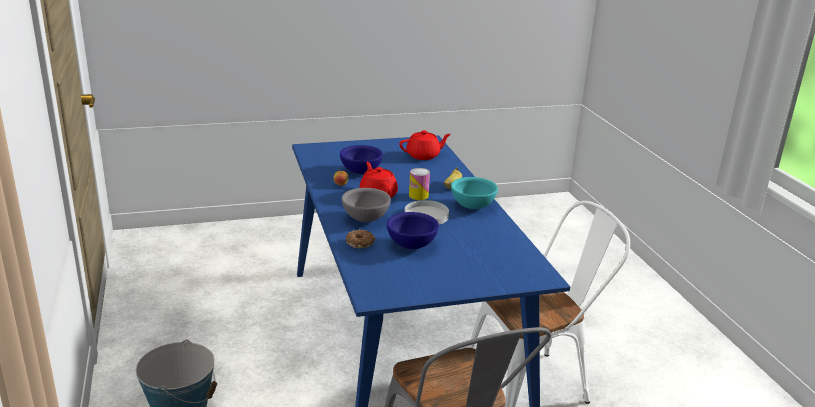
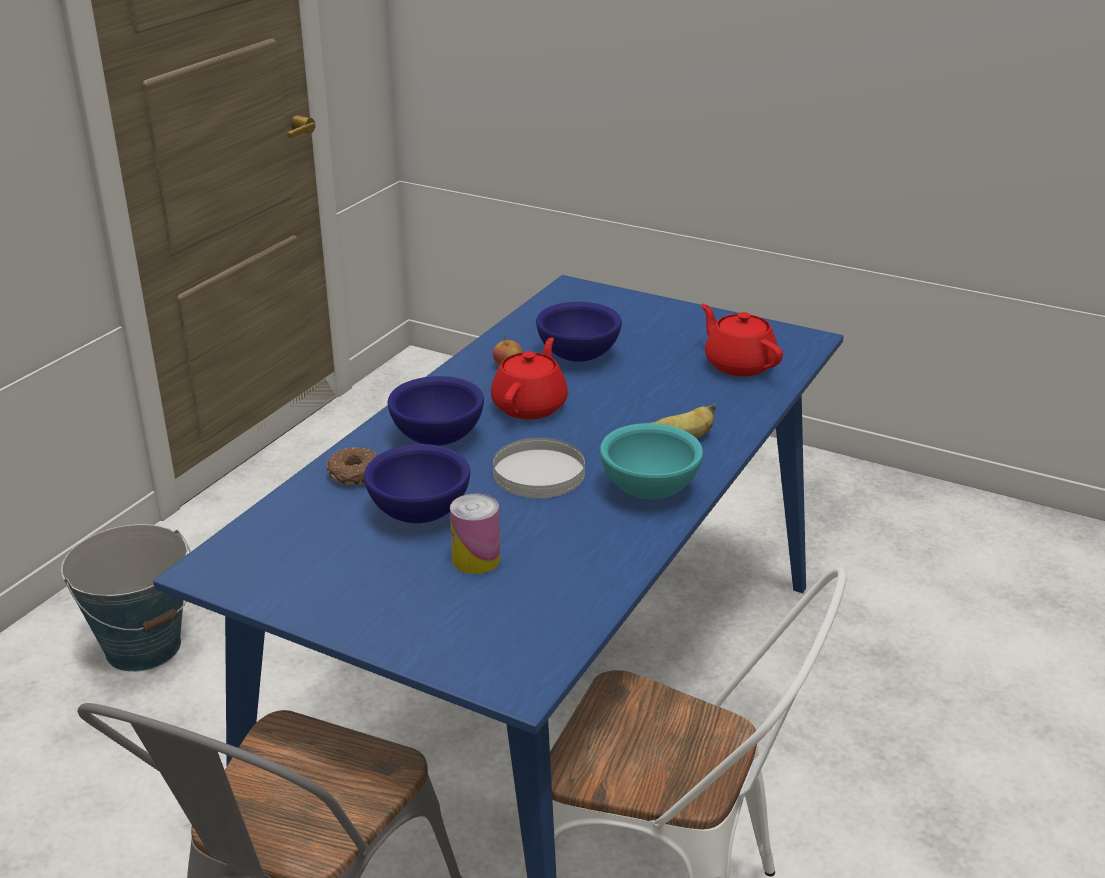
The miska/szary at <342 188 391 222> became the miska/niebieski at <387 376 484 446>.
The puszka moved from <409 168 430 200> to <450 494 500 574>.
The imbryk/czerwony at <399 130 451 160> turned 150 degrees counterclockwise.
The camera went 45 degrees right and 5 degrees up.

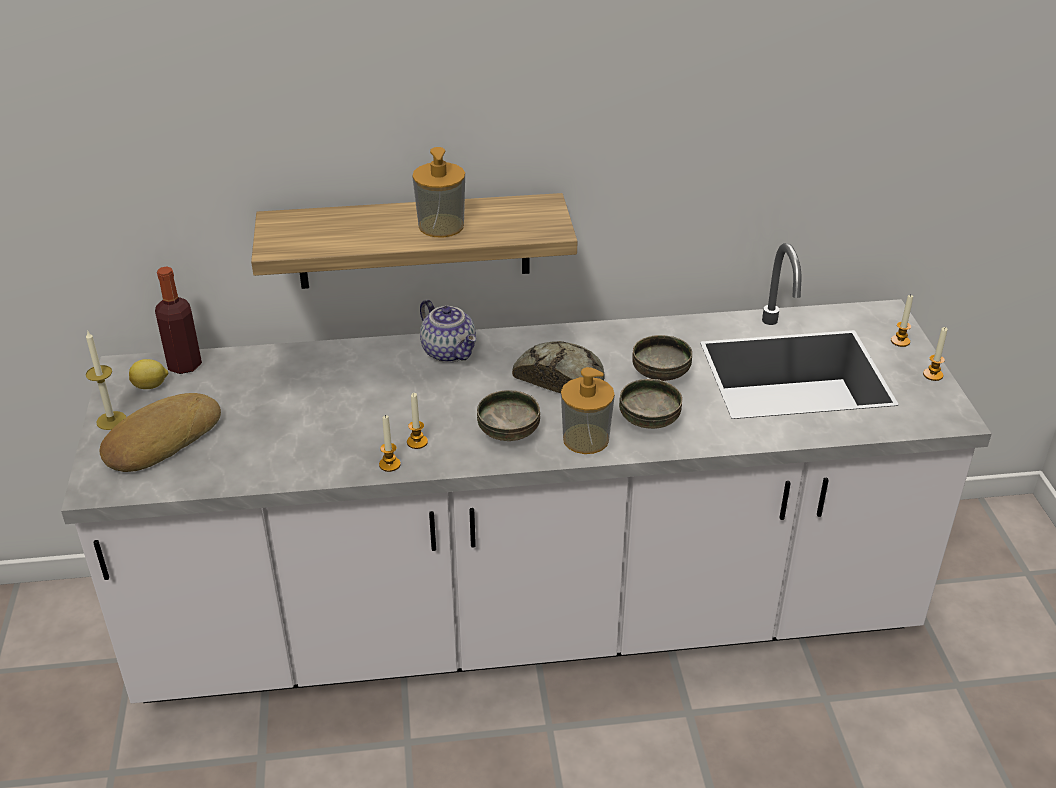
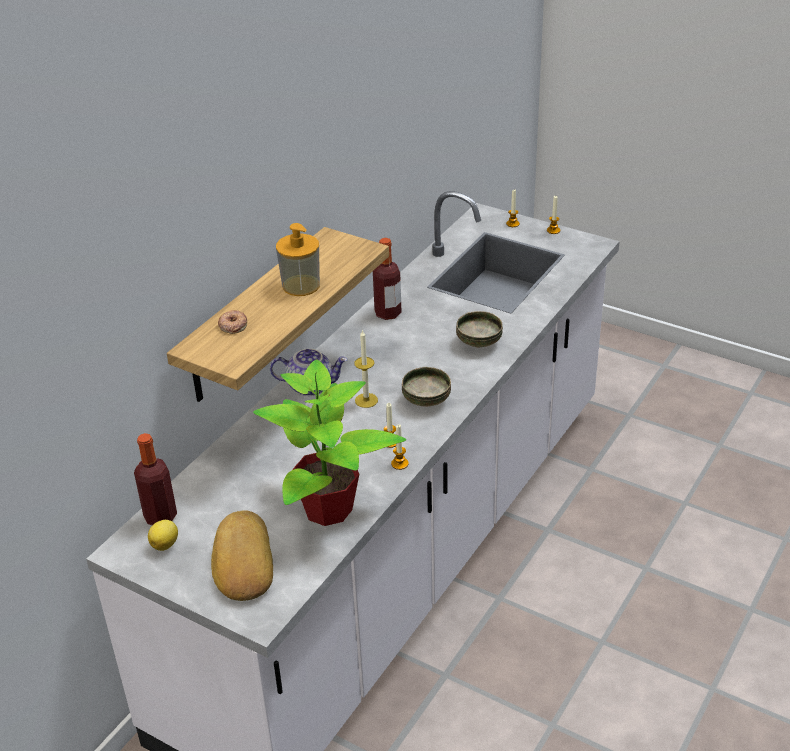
The donut at <218 310 247 334> appeared.
The roślina doniczkowa at <253 359 406 526> appeared.
The świeca moved from <86 330 126 430> to <354 329 378 408>.
The butelka at <373 238 402 320> appeared.
The chleb at <512 341 604 393> disappeared.
The dozownik mydła at <561 367 615 454> disappeared.
The miska at <632 335 692 381> disappeared.
The camera went 50 degrees left and 0 degrees up.

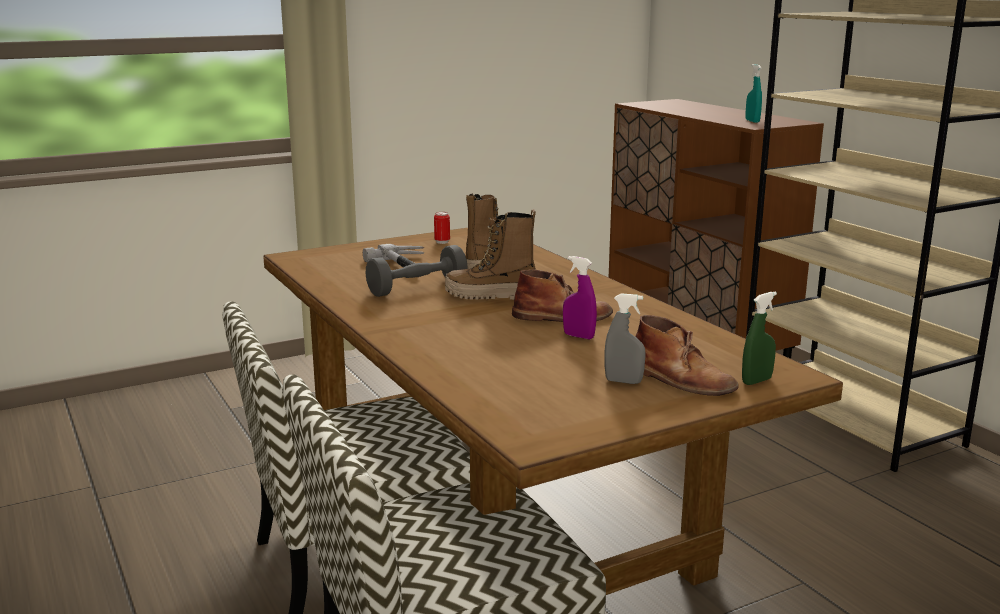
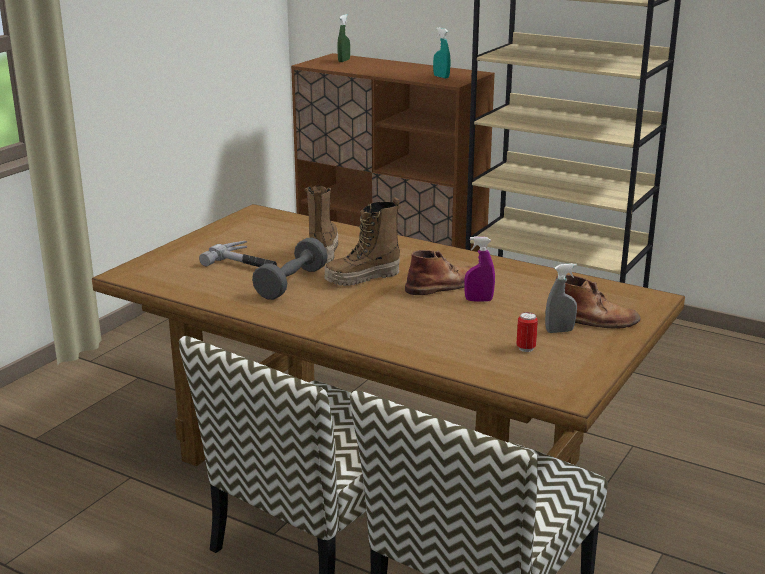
The spryskiwacz/zielony moved from <742 292 777 385> to <337 14 350 62>.
The puszka moved from <434 212 450 244> to <517 312 538 352>.
The camera went 30 degrees left and 5 degrees up.

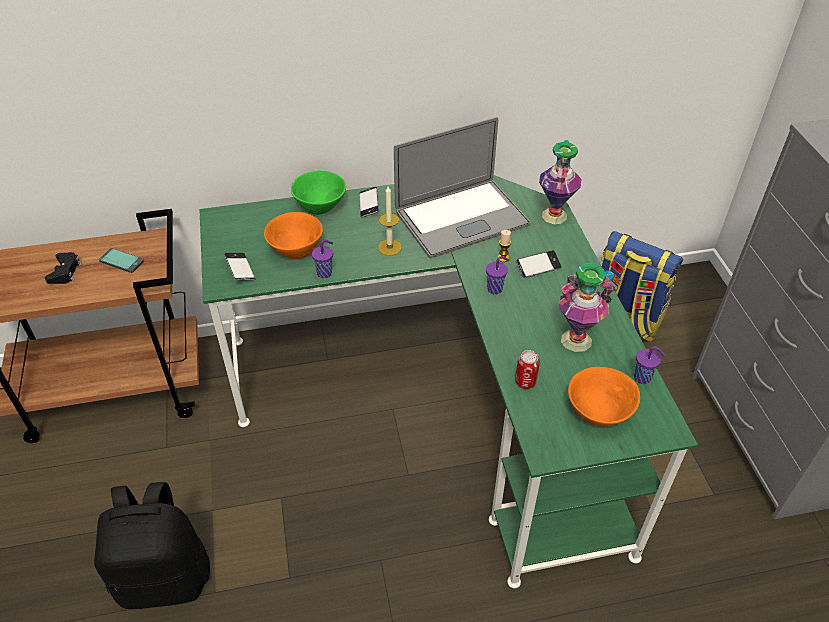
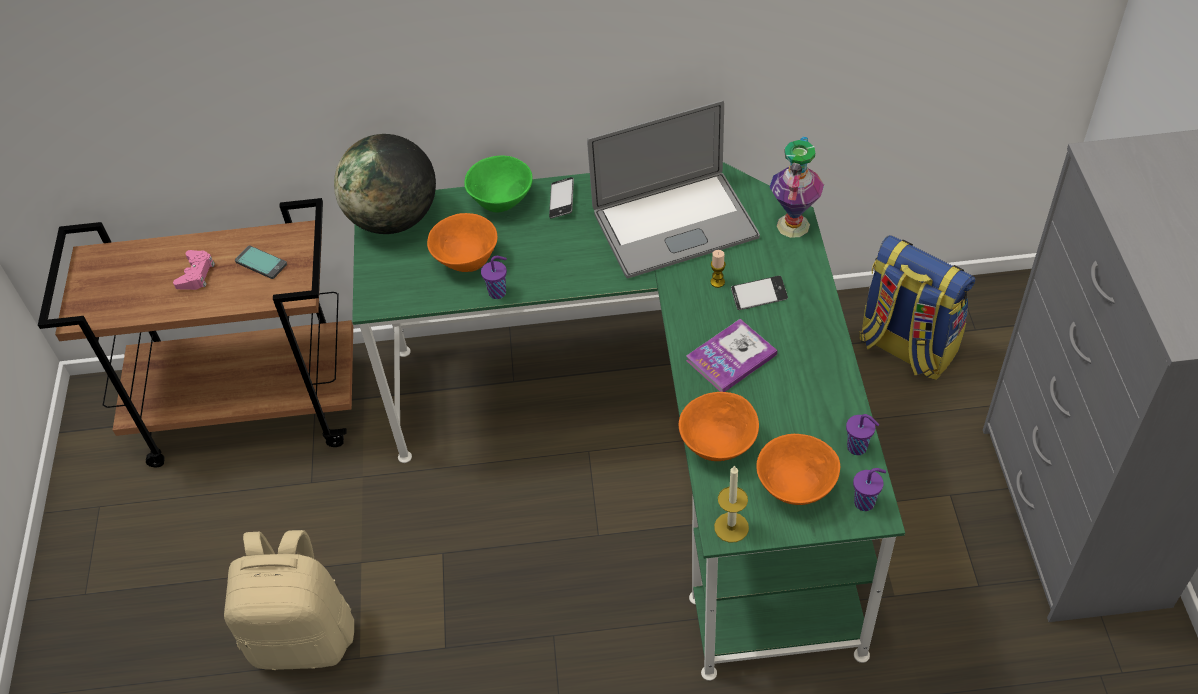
The pad do gier/czarny at <45 252 81 284> became the pad do gier/różowy at <173 250 215 290>.
The plecak/czarny at <94 482 210 609> became the plecak/beżowy at <224 530 354 670>.
The globus at <334 134 436 234> appeared.
The puszka at <515 350 540 389> was replaced by the miska/pomarańczowy at <679 392 759 461>.
The książka at <686 319 777 392> appeared.
The świeca moved from <378 186 402 256> to <714 465 749 542>.
The filiżanka/fioletowy moved from <486 256 509 295> to <853 468 886 511>.
The telefon at <224 253 256 281> disappeared.
The wazon at <559 263 615 352> disappeared.
The camera went 10 degrees right and 5 degrees up.

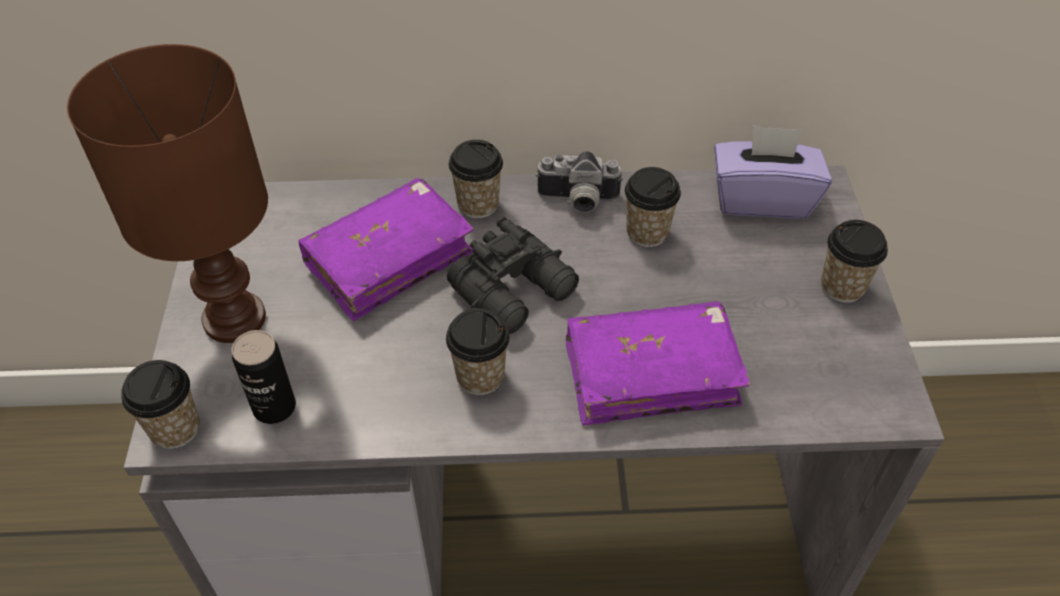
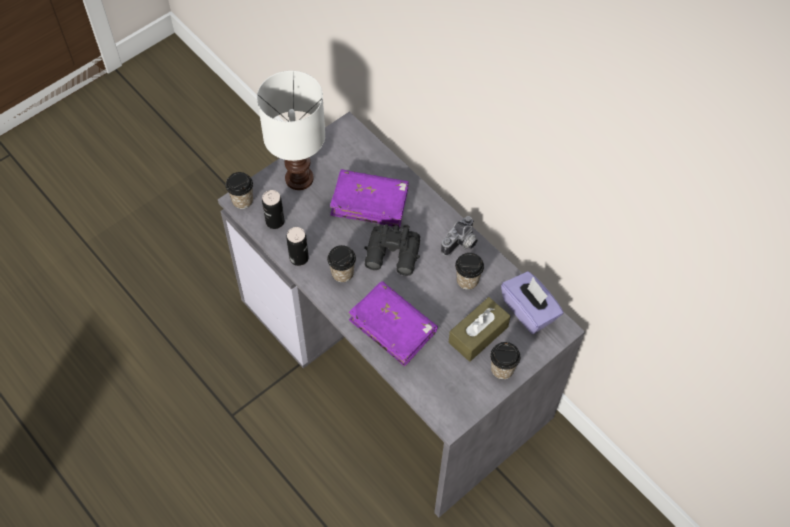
The lampa stołowa/brązowy at <67 44 268 343> became the lampa stołowa/biały at <257 71 326 190>.
The puszka at <286 227 309 266> appeared.
The aparat fotograficzny at <536 151 623 213> turned 105 degrees counterclockwise.
The pudełko chusteczek/brązowy at <449 297 511 362> appeared.
The filiżanka at <449 140 503 218> disappeared.
The camera went 50 degrees right and 10 degrees up.

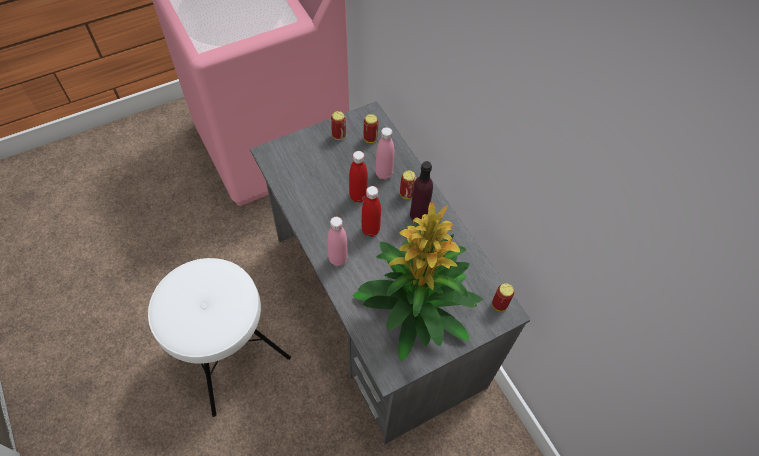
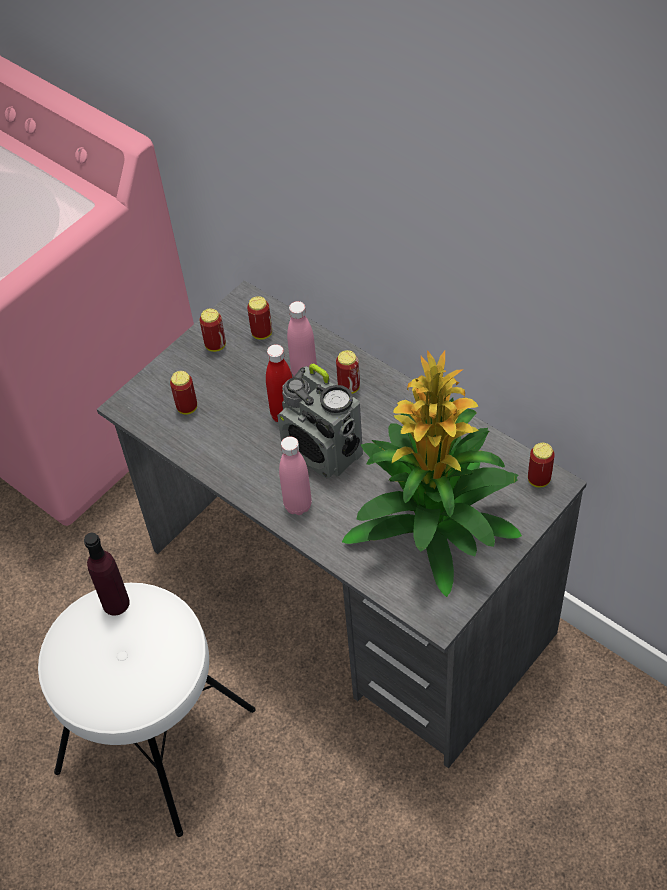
The butelka/fioletowy moved from <410 161 433 220> to <84 532 130 615>.
The puszka at <170 371 197 415> appeared.
The butelka/czerwony at <361 186 381 237> was replaced by the radio at <277 364 363 478>.
The camera went 15 degrees left and 5 degrees down.

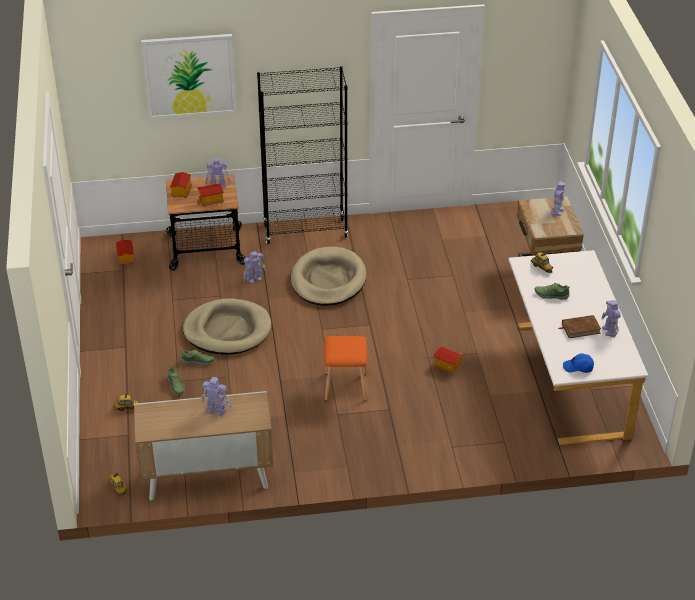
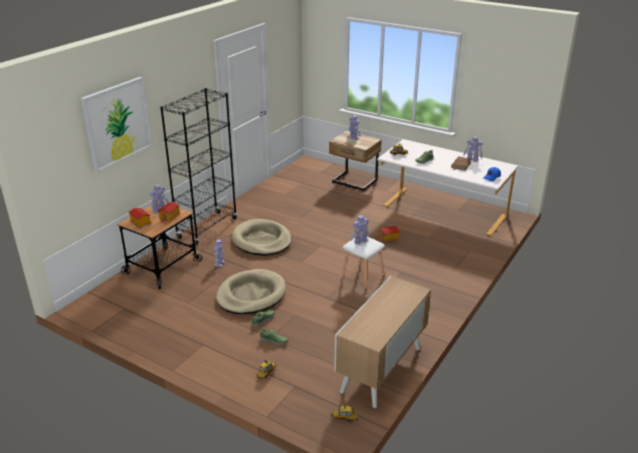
The stołek/pomarańczowy at <324 336 367 401> became the stołek/biały at <341 237 385 290>.
The robot zabawkowy moved from <201 377 231 416> to <351 215 369 245>.
The domek at <116 239 135 266> disappeared.
The camera went 50 degrees left and 10 degrees down.

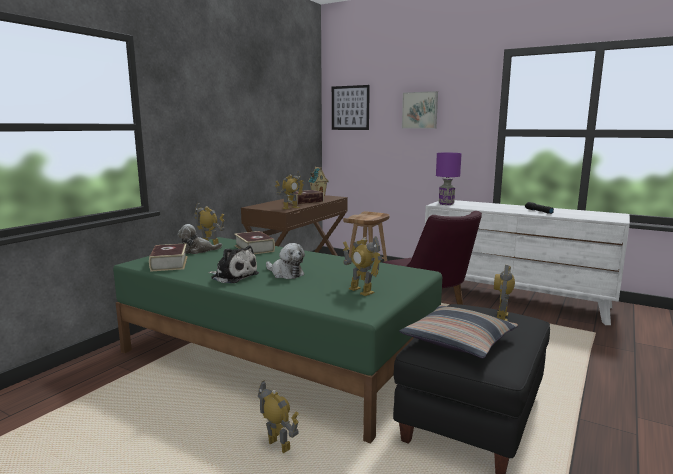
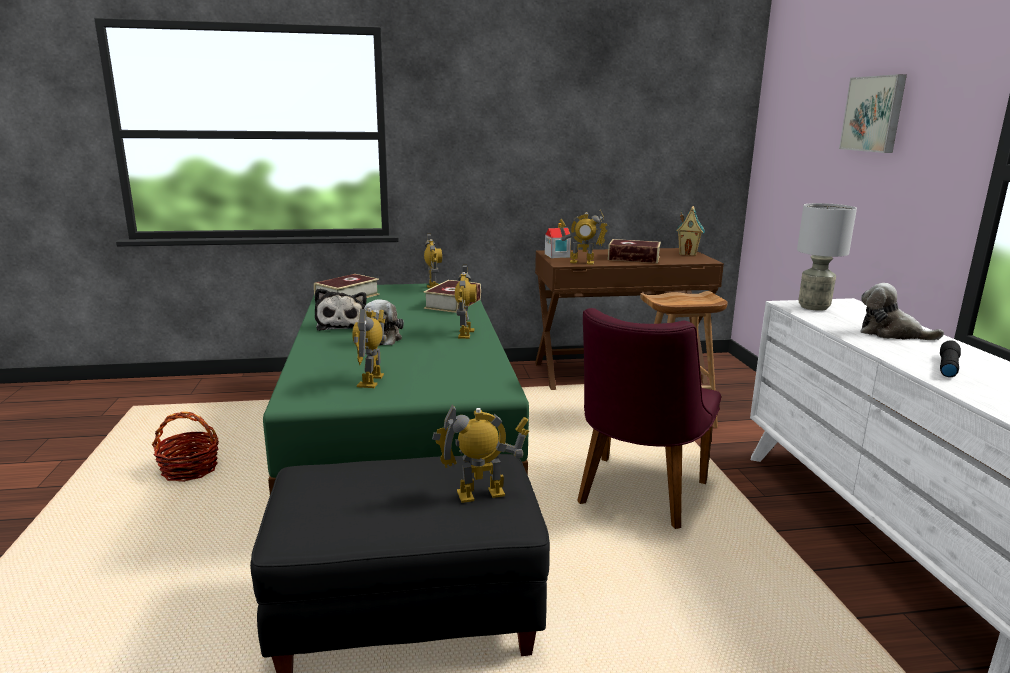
The koszyk at <152 412 219 482> appeared.
The robot zabawkowy moved from <258 380 299 453> to <455 264 477 339>.
The domek at <545 223 571 258> appeared.
The lampa stołowa/fioletowy at <436 153 462 205> became the lampa stołowa/szary at <797 203 857 311>.
The pluszak moved from <177 224 222 254> to <860 283 944 340>.
The obraz at <332 85 370 130> disappeared.
The poduszka at <399 305 518 358> disappeared.
The camera went 50 degrees right and 5 degrees up.

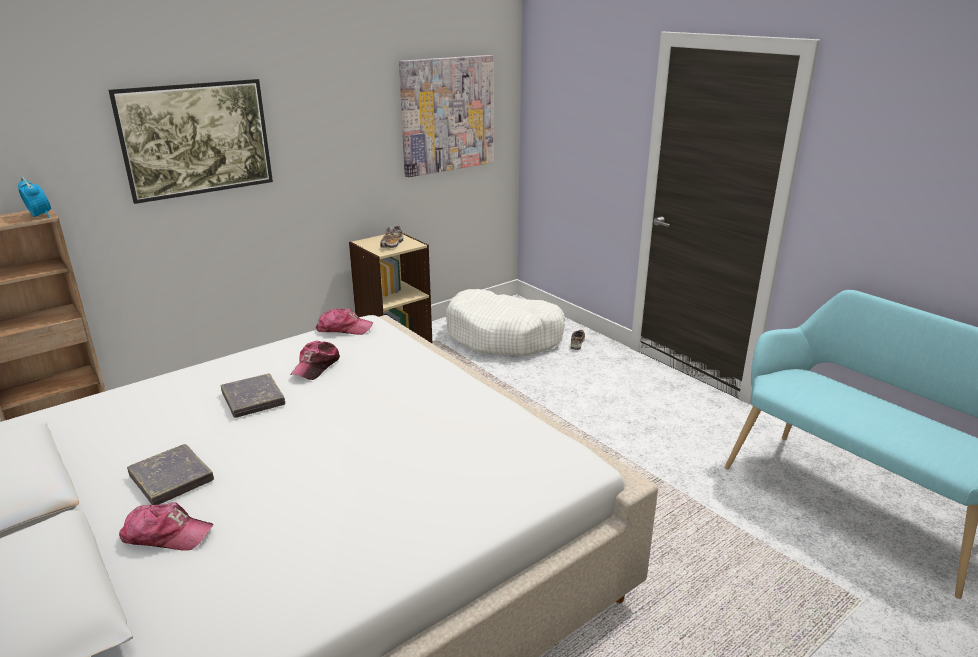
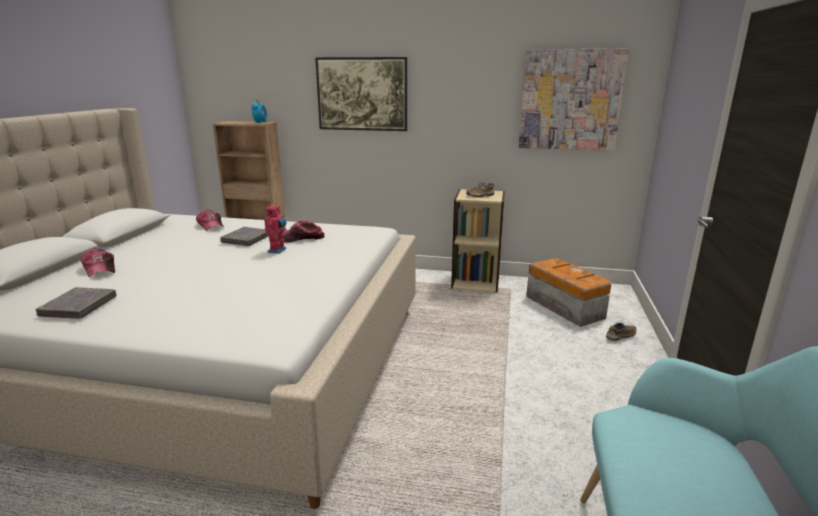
The książka/szary moved from <127 444 214 505> to <35 287 117 319>.
The czapka z daszkiem moved from <316 309 374 335> to <196 209 224 231>.
The robot zabawkowy at <264 204 287 254> appeared.
The legowisko/biały at <446 289 565 356> was replaced by the pojemnik do przechowywania at <526 258 611 327>.
The camera went 50 degrees right and 5 degrees down.

